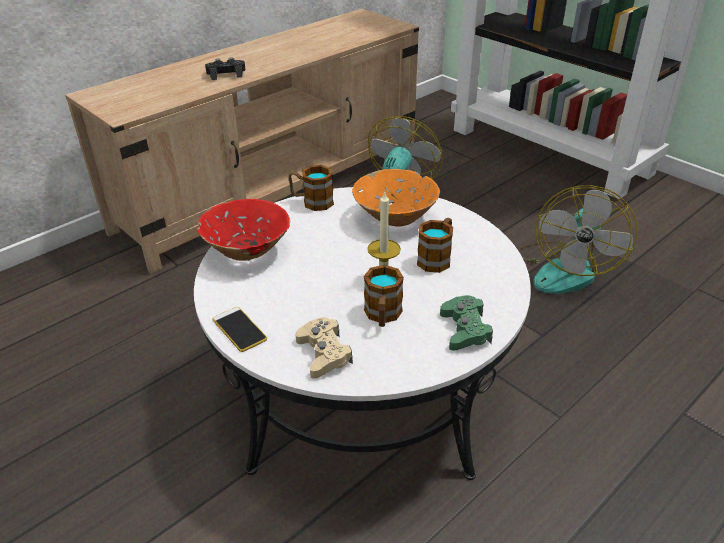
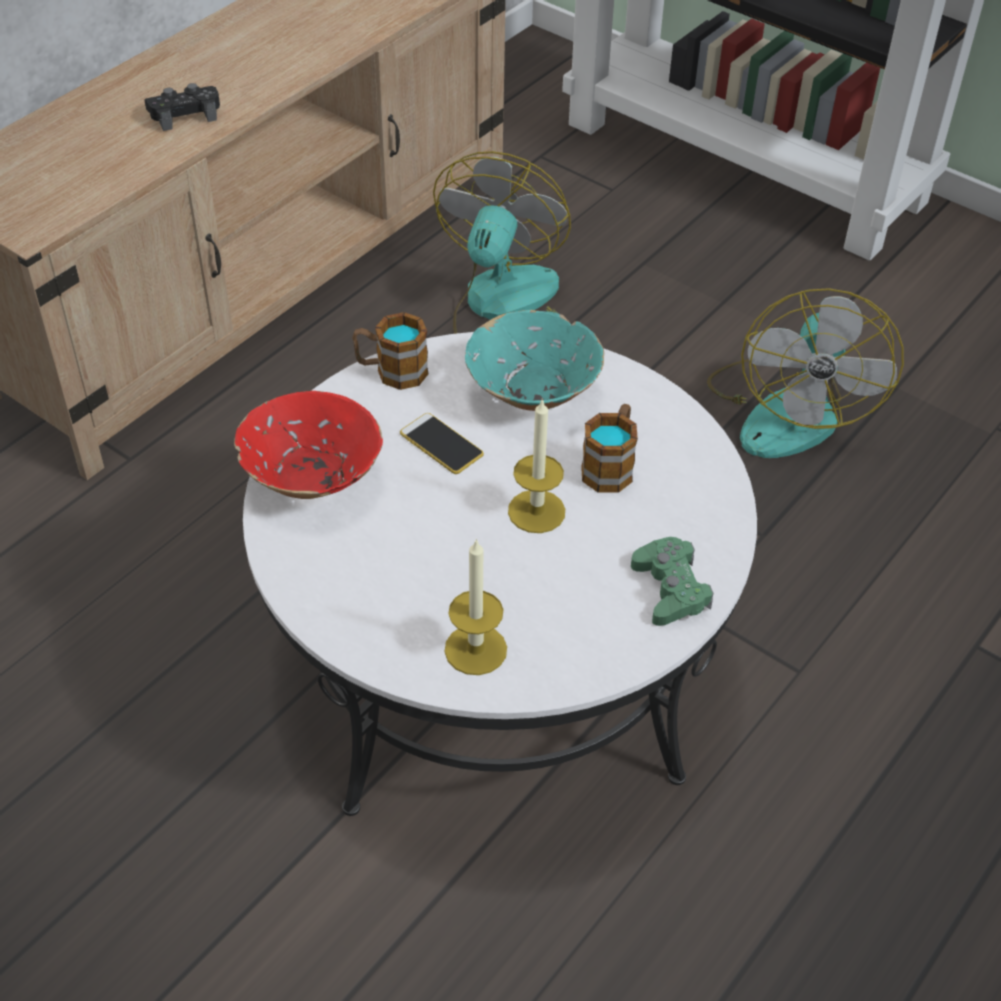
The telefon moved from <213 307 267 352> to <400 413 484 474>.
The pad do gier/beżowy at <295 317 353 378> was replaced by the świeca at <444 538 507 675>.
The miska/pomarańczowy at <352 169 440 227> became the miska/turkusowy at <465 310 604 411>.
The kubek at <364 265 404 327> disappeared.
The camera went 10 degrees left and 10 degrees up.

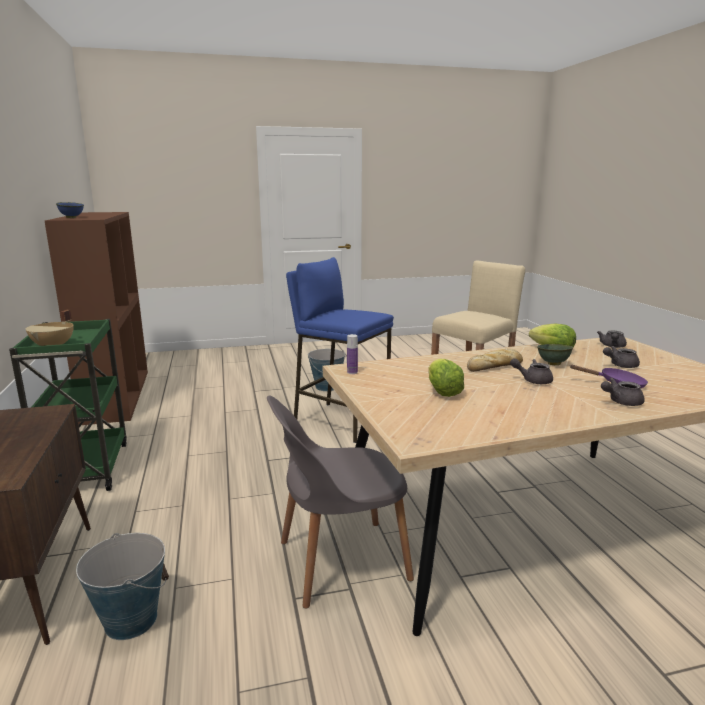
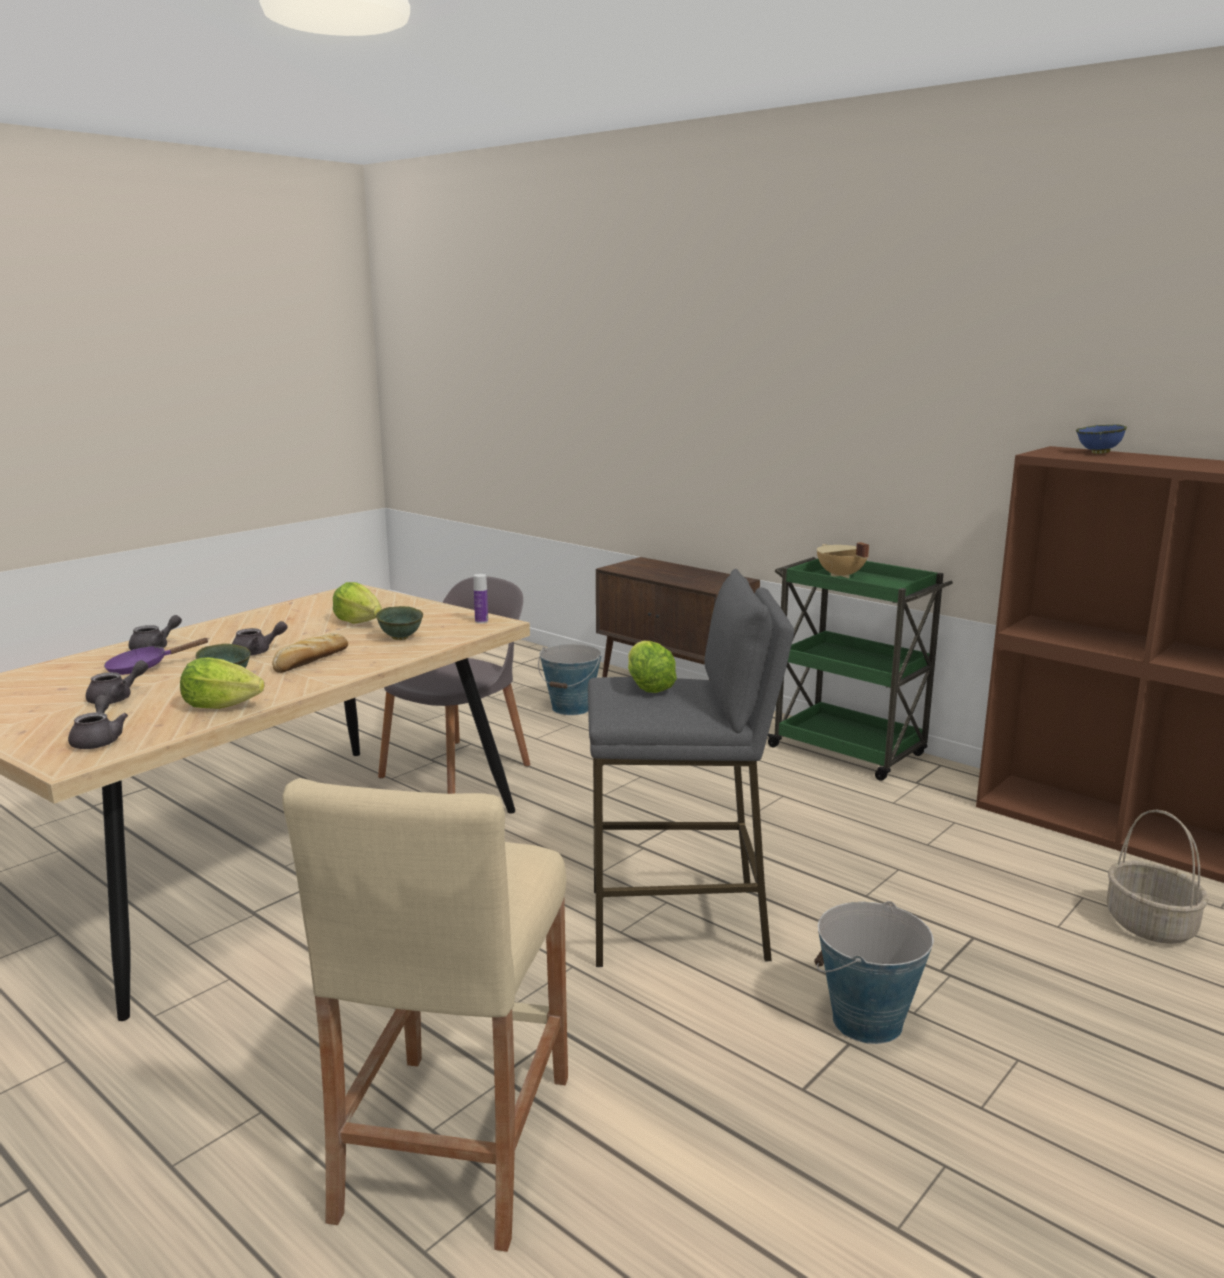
The miska/zielony at <376 606 423 640> appeared.
The stołek/niebieski at <286 257 394 443> became the stołek/szary at <588 569 794 967>.
The sałata at <628 641 677 693> appeared.
The koszyk at <1107 810 1209 944> appeared.
The camera went 145 degrees right and 0 degrees up.

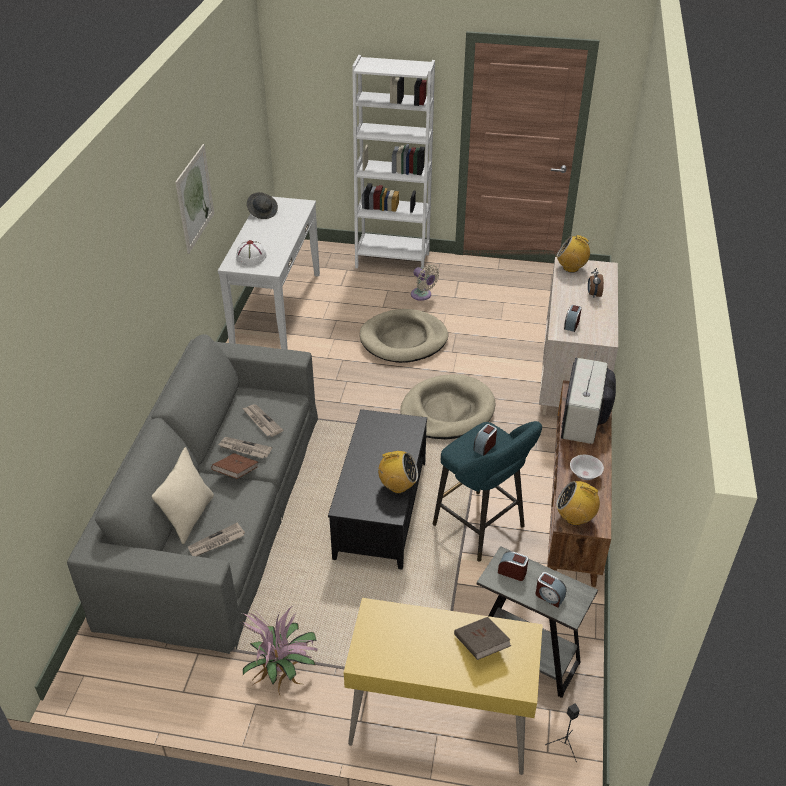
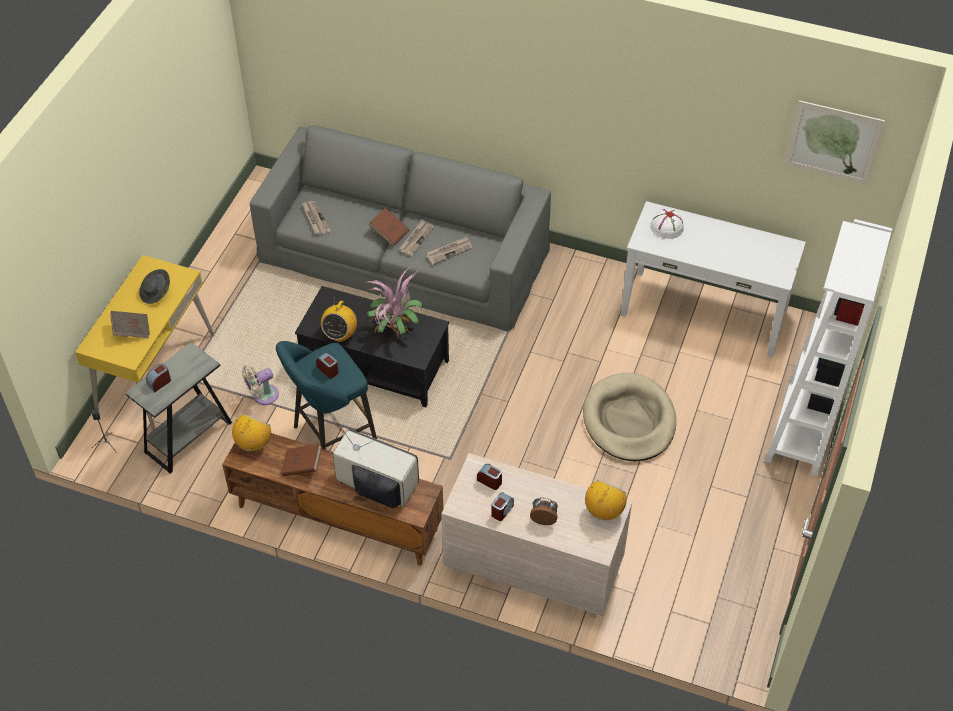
The kapelusz/szary moved from <247 192 278 219> to <139 269 170 304>.
The wentylator/beżowy moved from <411 265 439 301> to <242 365 279 405>.
The miska/biały at <570 455 604 480> was replaced by the książka/brązowy at <281 444 322 476>.
The roślina doniczkowa moved from <239 606 317 697> to <364 267 423 336>.
The budzik moved from <498 551 529 581> to <491 492 514 521>.
The obraz moved from <175 144 214 254> to <784 100 885 185>.
The poduszka/beżowy at <152 447 214 544> disappeared.
The legowisko/beżowy at <400 374 496 439> disappeared.
The camera went 100 degrees right and 10 degrees up.

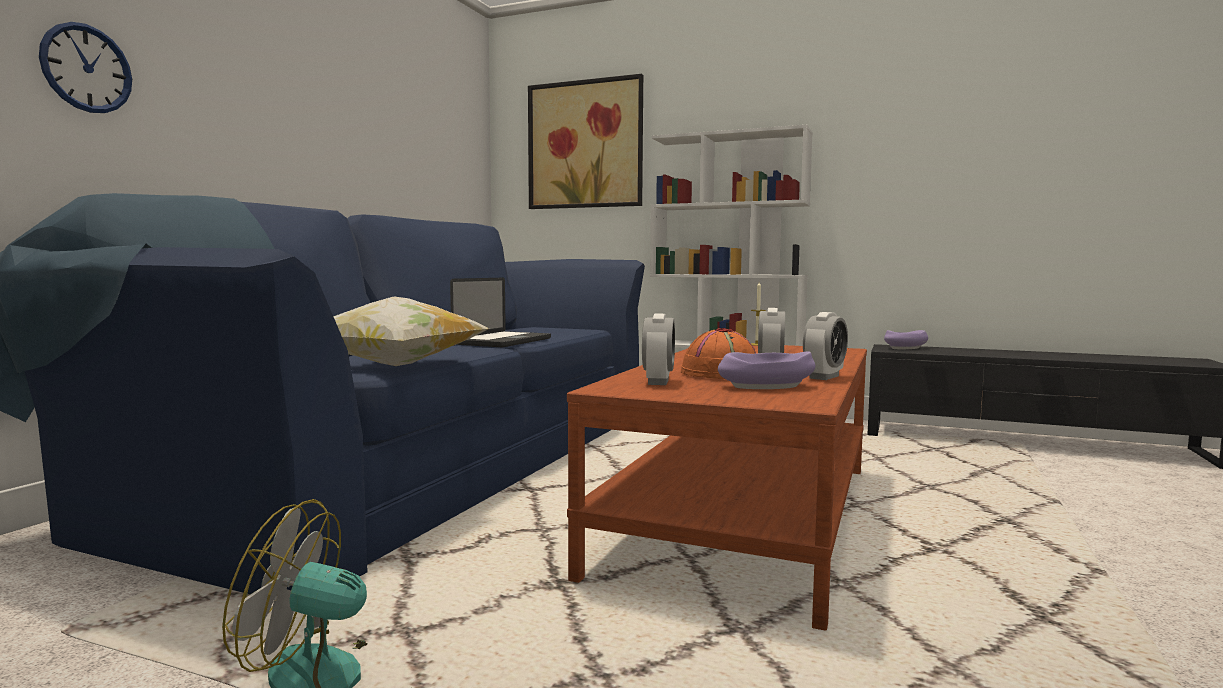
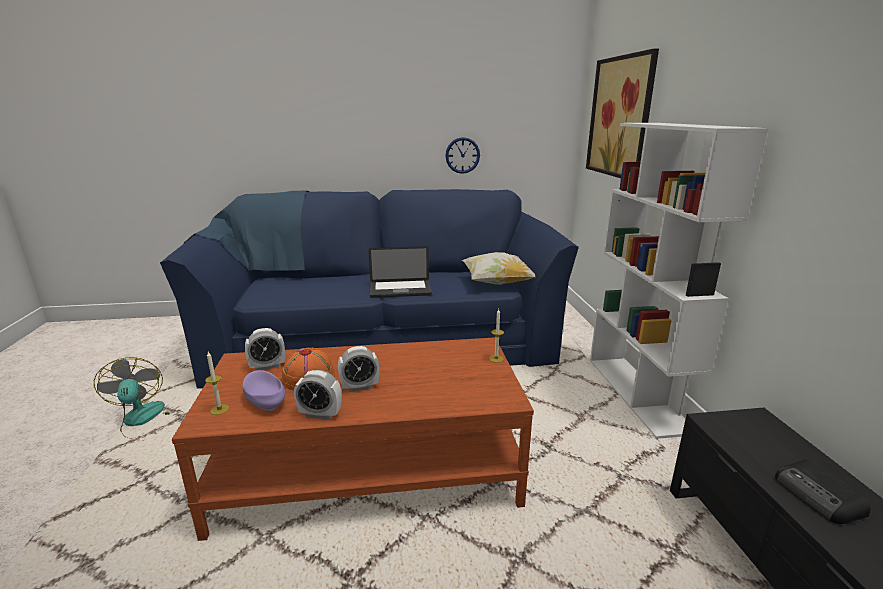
The świeca at <205 352 229 415> appeared.
The zegar ścienny moved from <39 22 132 113> to <445 137 480 174>.
The poduszka moved from <333 297 489 366> to <462 252 535 285>.
The radio at <775 460 871 524> appeared.
The miska/fioletowy at <884 330 928 349> disappeared.
The camera went 60 degrees right and 15 degrees up.

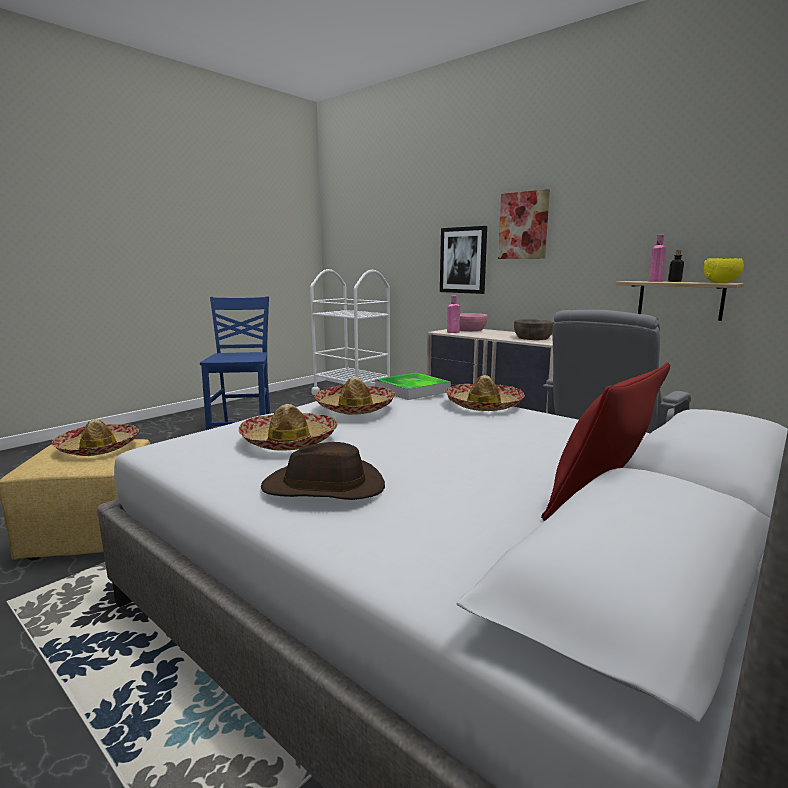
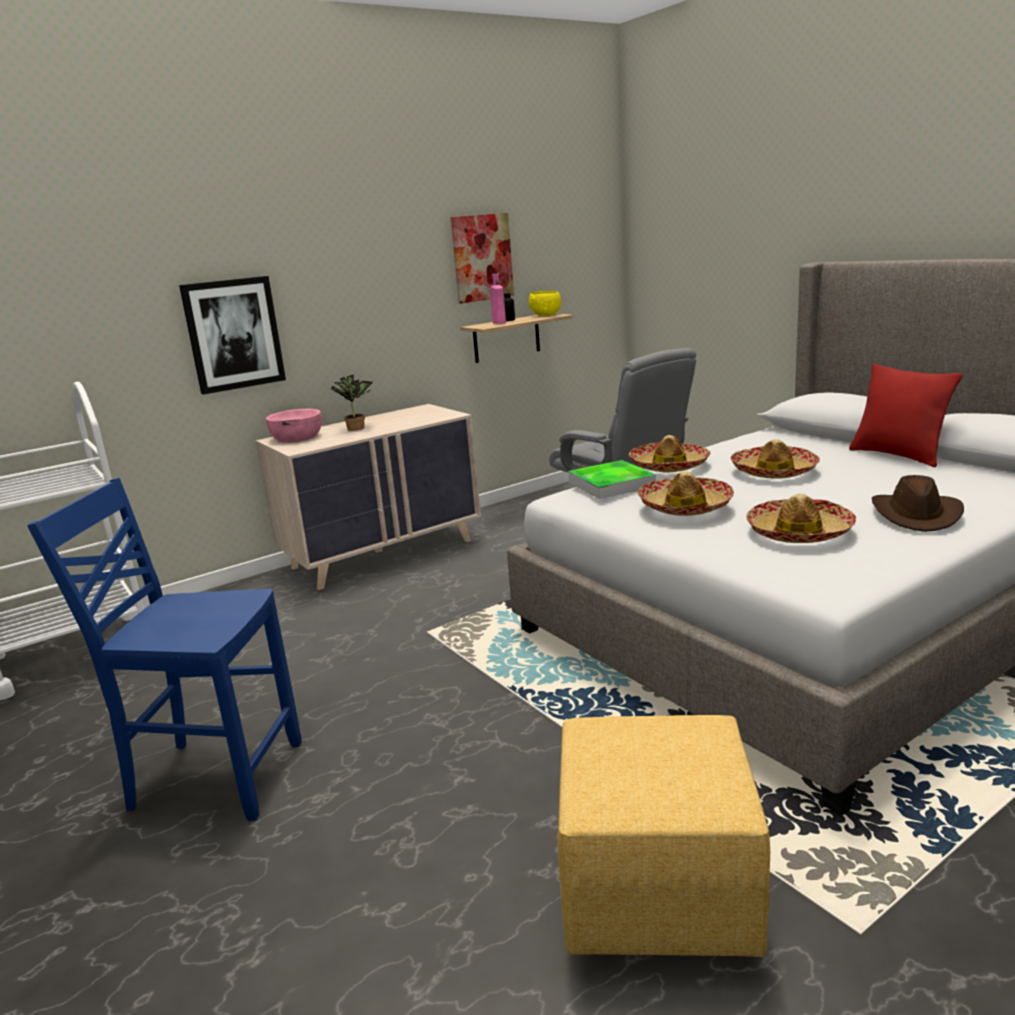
The roślina doniczkowa at <330 374 373 431> appeared.
The obraz moved from <498 189 550 259> to <451 213 514 304>.
The kapelusz moved from <52 419 139 456> to <730 439 820 479>.
The butelka/różowy at <447 296 460 333> disappeared.
The miska/brązowy at <514 319 554 340> disappeared.
The camera went 75 degrees left and 5 degrees up.

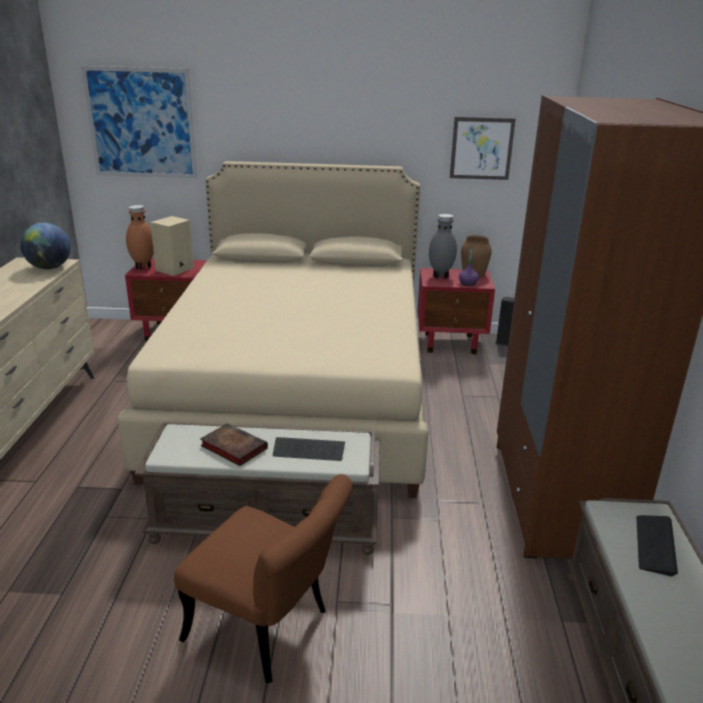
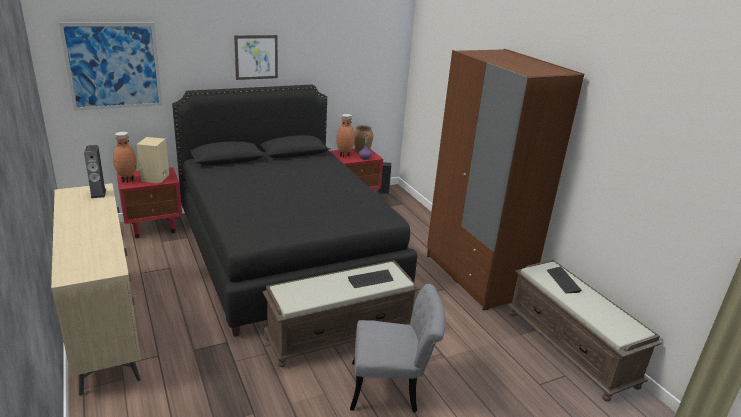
The globus at <20 223 71 269> was replaced by the głośnik at <84 145 106 198>.
The łóżko/beżowy at <118 161 428 498> became the łóżko/czarny at <172 85 418 337>.
The obraz moved from <450 117 516 180> to <234 35 278 80>.
The wazon/szary at <429 214 457 279> became the wazon/brązowy at <336 114 355 157>.
The krzesło/brązowy at <174 474 352 684> became the krzesło/szary at <350 284 446 412>.
The książka at <200 423 268 466> disappeared.
The camera went 30 degrees left and 0 degrees up.

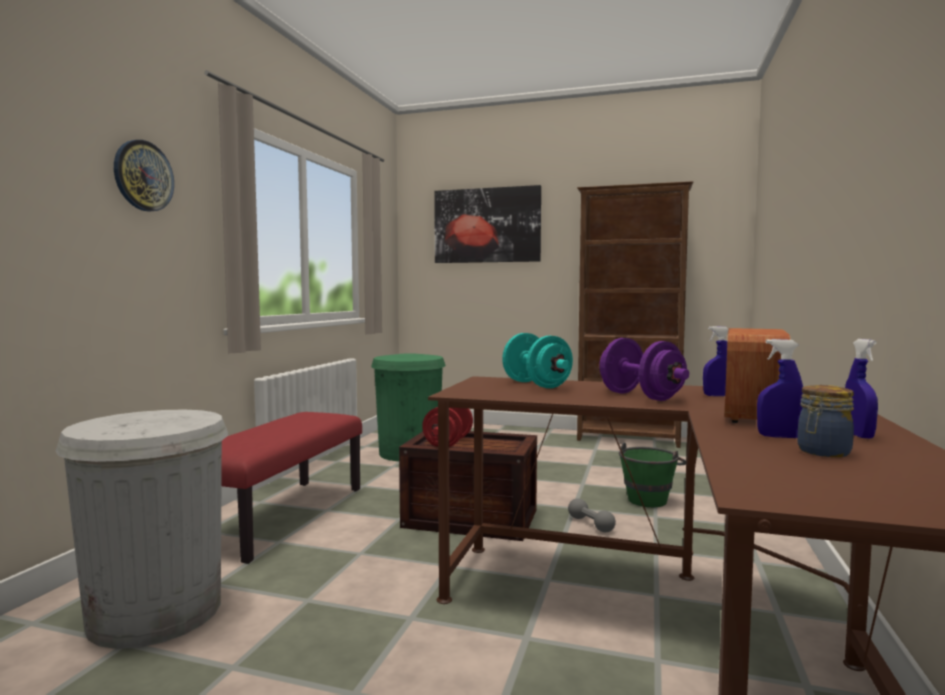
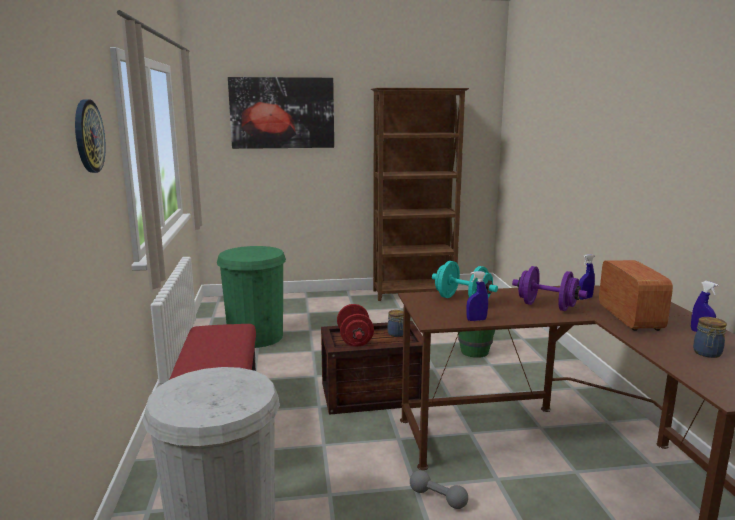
The słoik at <388 310 404 337> appeared.
The hantel/szary moved from <568 498 616 532> to <410 470 468 509>.
The spryskiwacz/niebieski moved from <757 339 803 438> to <466 271 488 321>.
The camera went 25 degrees left and 10 degrees up.

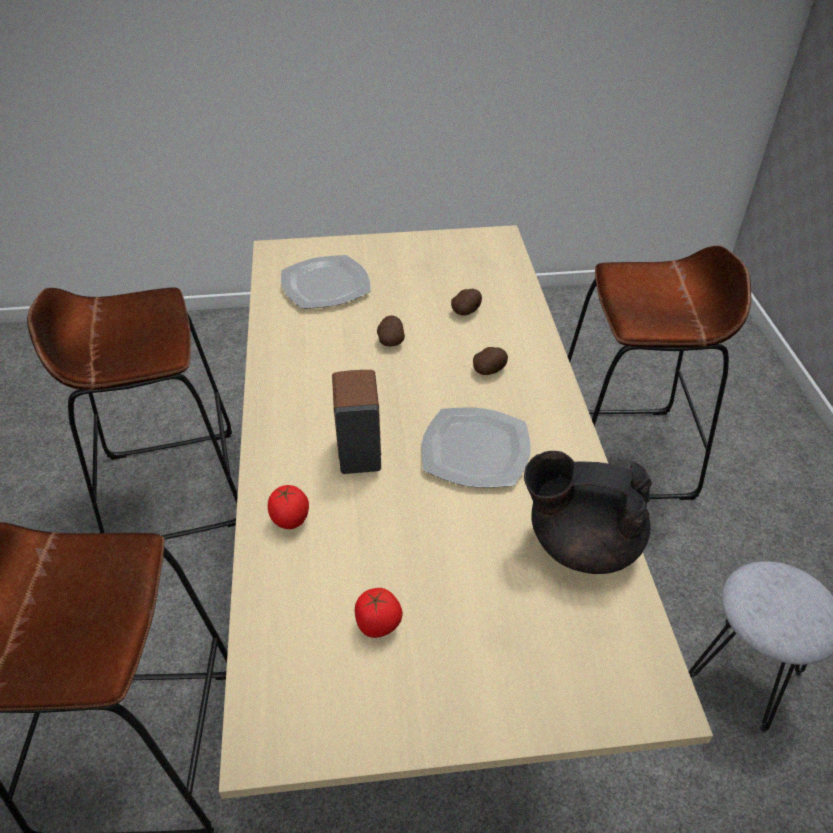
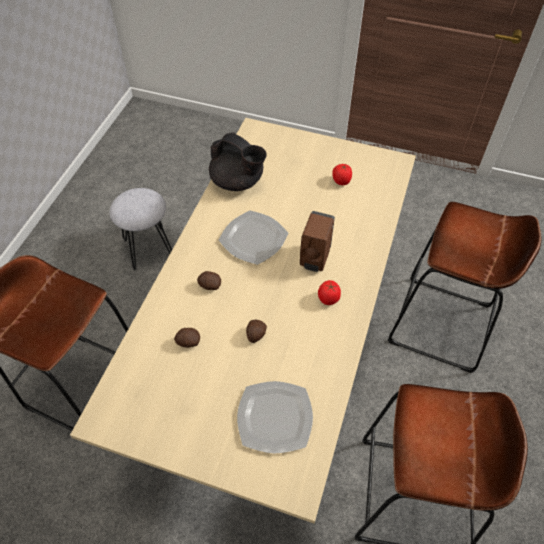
The pomidor moved from <268 485 309 529> to <318 280 341 305>.
The camera went 155 degrees left and 10 degrees up.

